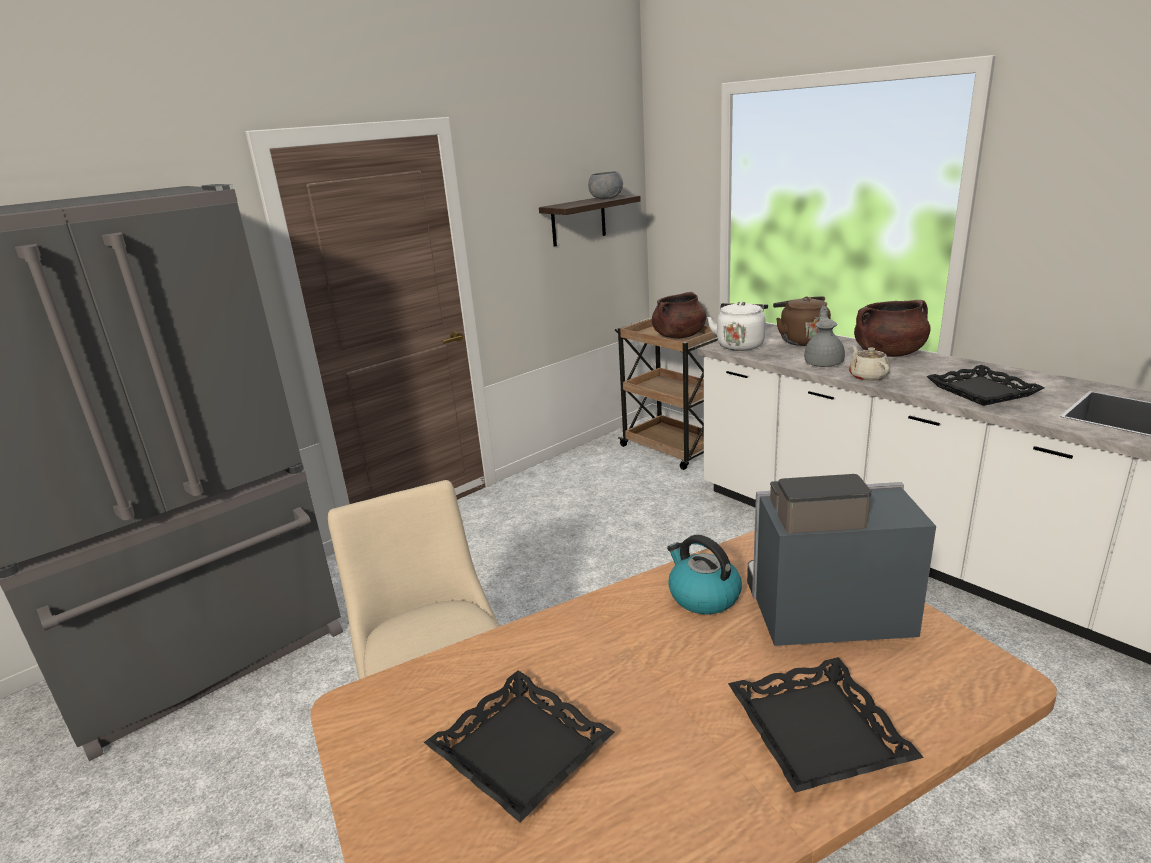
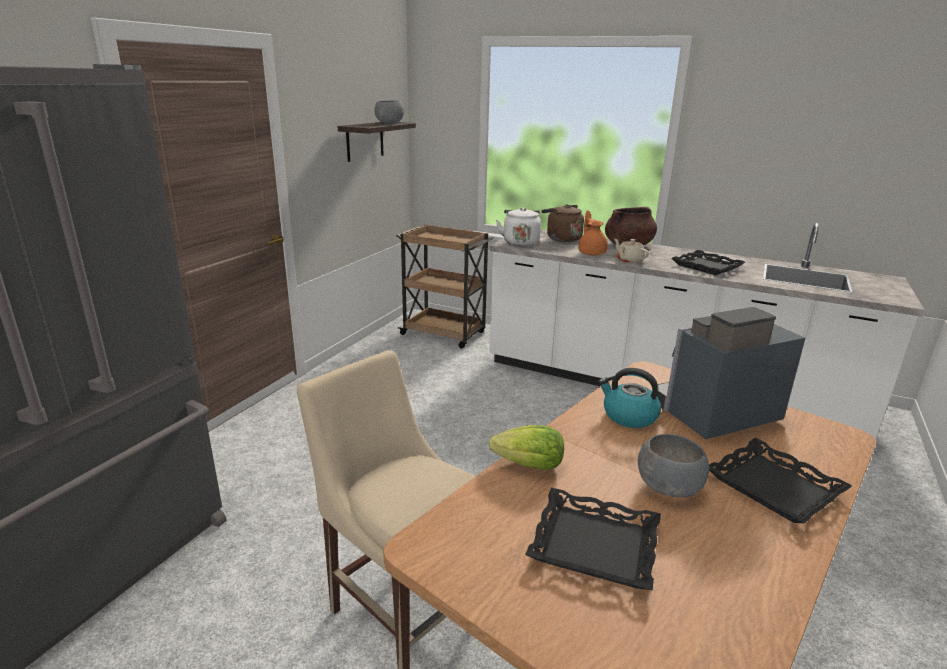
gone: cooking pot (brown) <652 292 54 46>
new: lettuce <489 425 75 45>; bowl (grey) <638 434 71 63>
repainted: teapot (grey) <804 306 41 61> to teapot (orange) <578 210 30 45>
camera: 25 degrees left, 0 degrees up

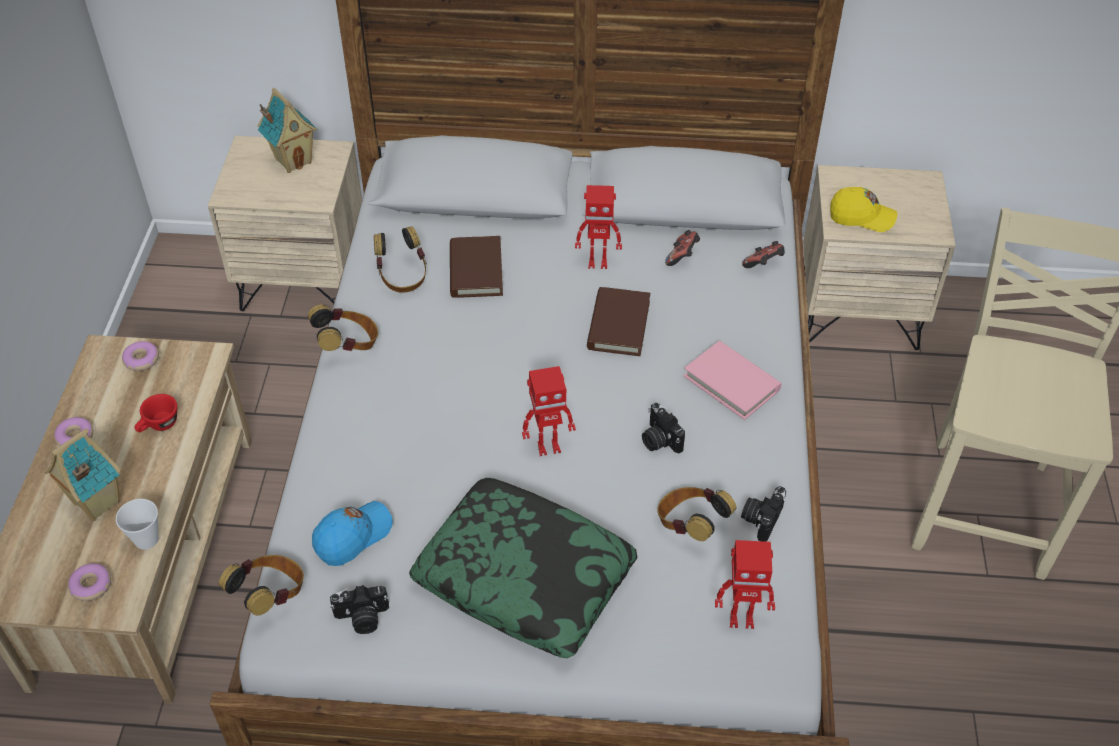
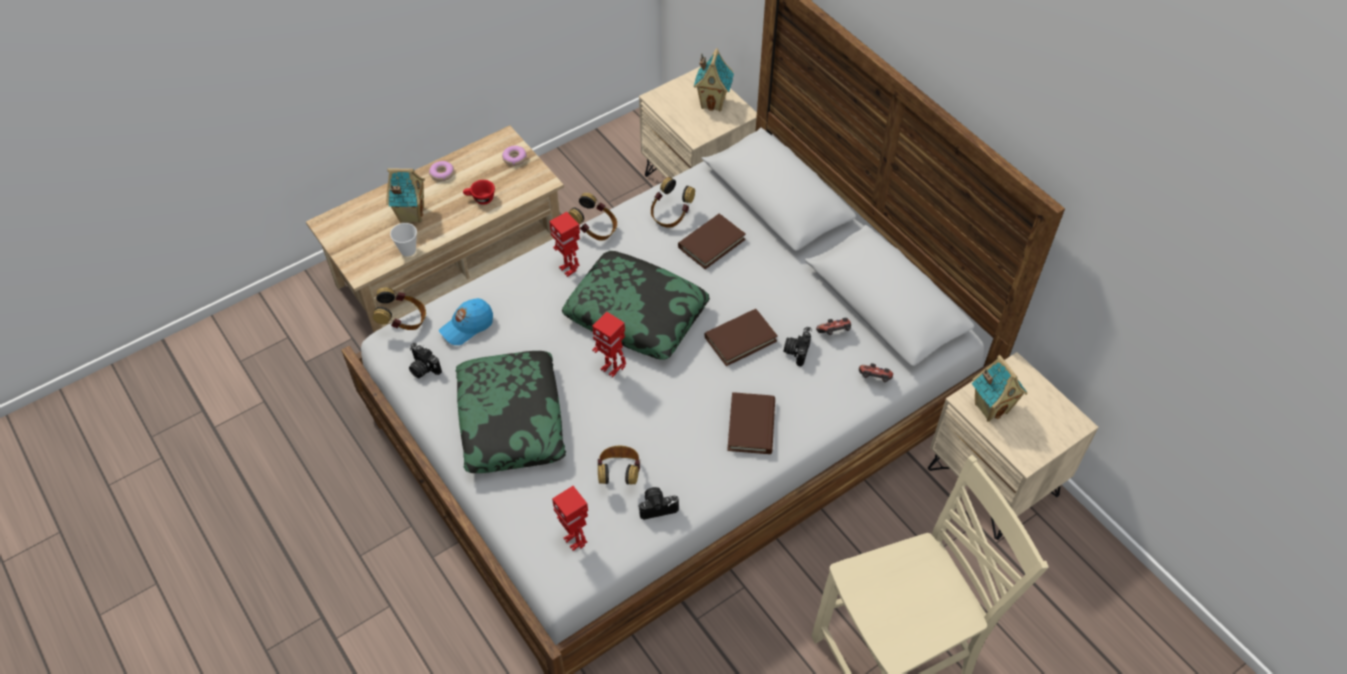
gone: donut <68 563 43 38>
new: pillow <562 251 148 109>
shifted: toy robot <575 185 47 84> to <549 212 31 65>; photo camera <642 403 43 50> to <783 327 29 40>
swapped: cap (yellow) <830 187 67 45> to toy house <971 355 57 67>
repainted: book (pink) <683 341 98 79> to book (brown) <727 392 48 62>
rotated: cap (blue) <312 501 81 65> = <439 298 54 47> 135 degrees clockwise
camera: 50 degrees right, 5 degrees up

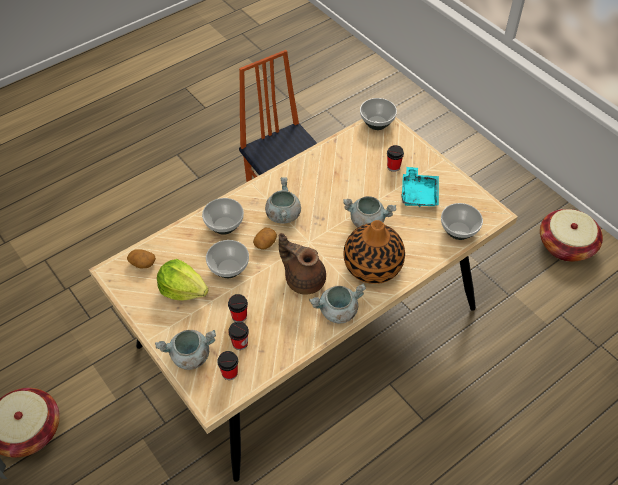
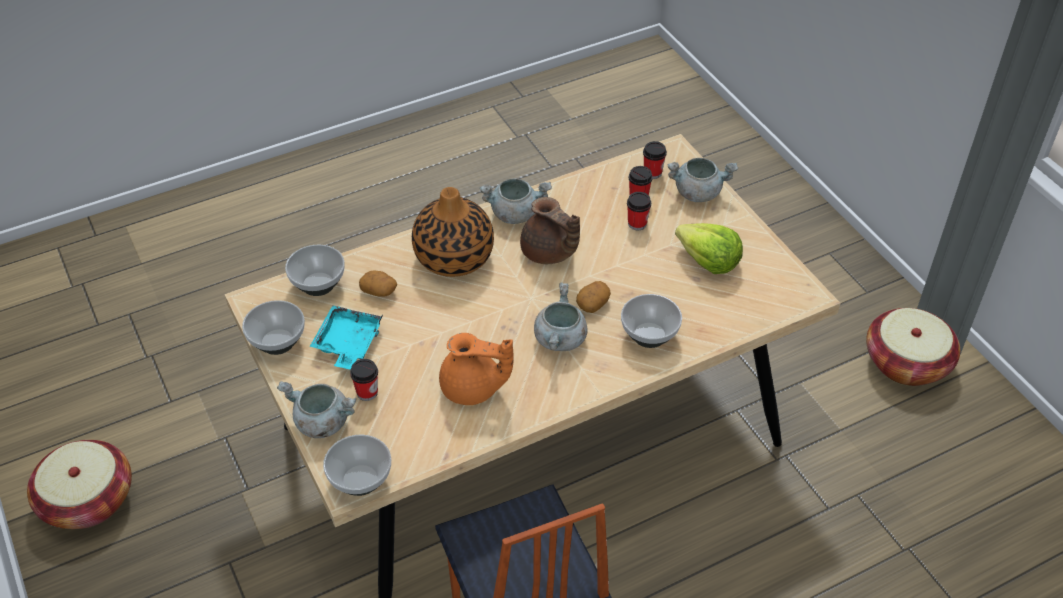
new: teapot (orange) <439 333 75 72>
shifted: bowl <206 240 43 38> to <242 300 63 55>; cooking pot (grey) <343 196 53 32> to <277 381 79 57>; potato <127 250 29 18> to <359 270 38 27>
camera: 170 degrees left, 5 degrees down

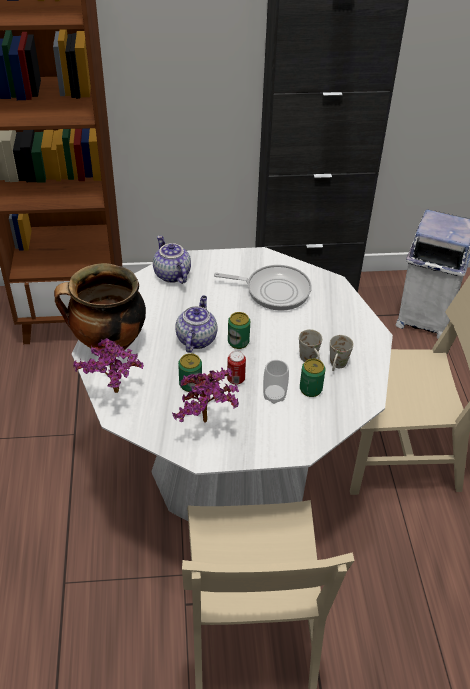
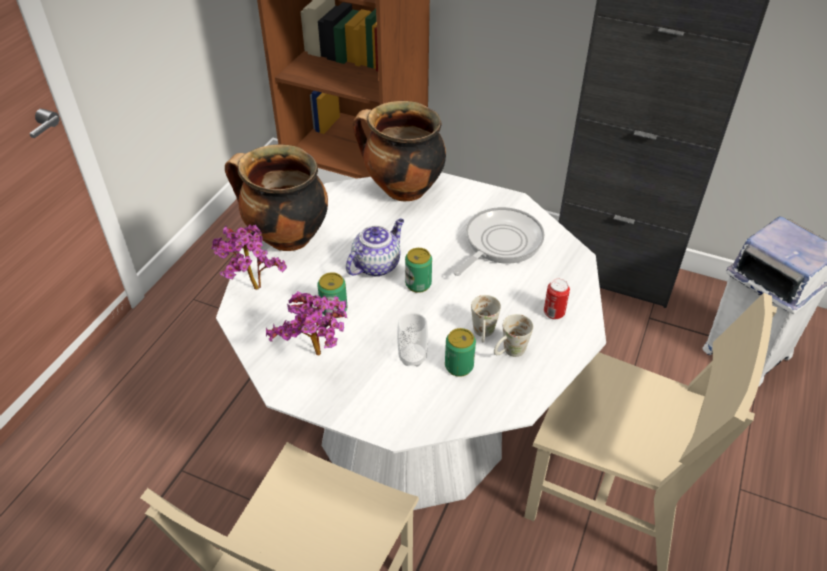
shifted: can <227 351 19 34> to <544 279 26 41>
swapped: teapot <153 235 38 49> to cooking pot <352 101 94 100>
rotated: frying pan <214 265 98 46> = <453 207 92 69> 90 degrees counterclockwise
camera: 30 degrees right, 0 degrees up

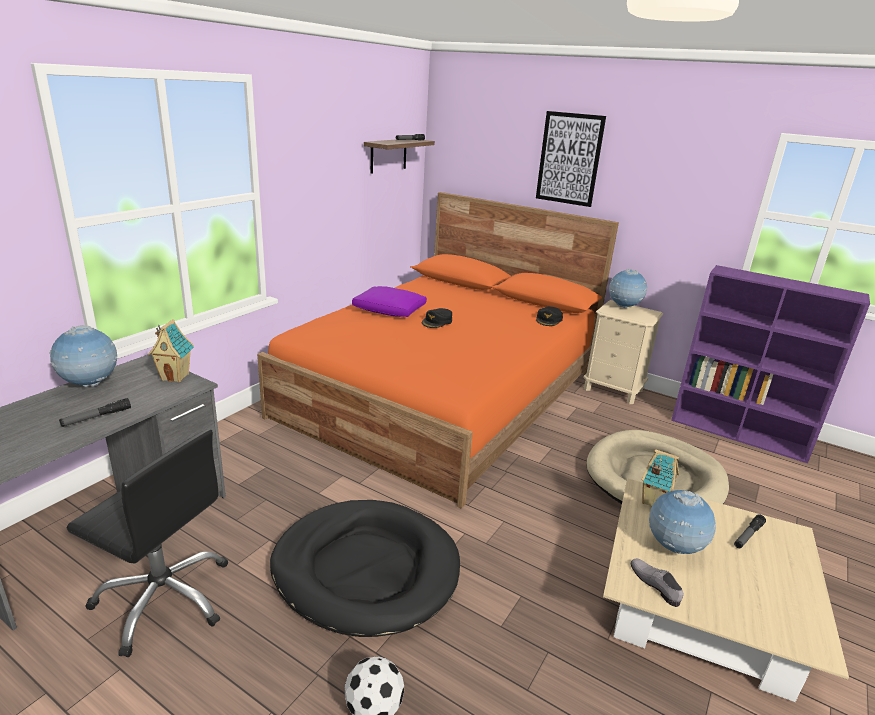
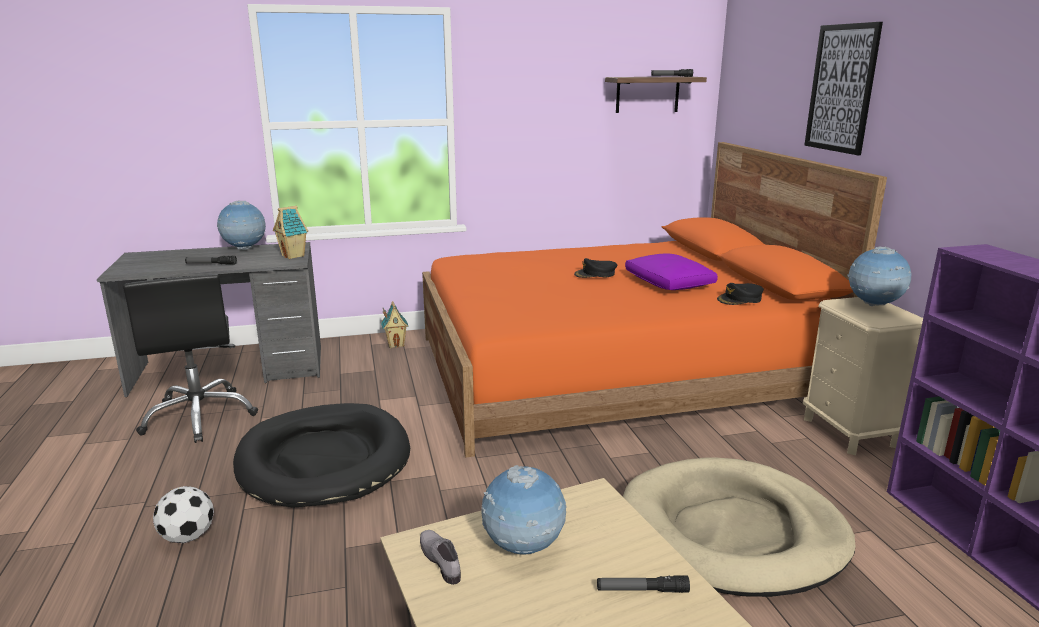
shifted: toy house <641 449 38 57> to <381 301 28 47>; pillow (purple) <352 286 75 31> to <625 253 93 37>
rotated: shoe (grey) <631 559 53 48> = <420 530 41 55> 45 degrees counterclockwise
camera: 45 degrees right, 5 degrees down

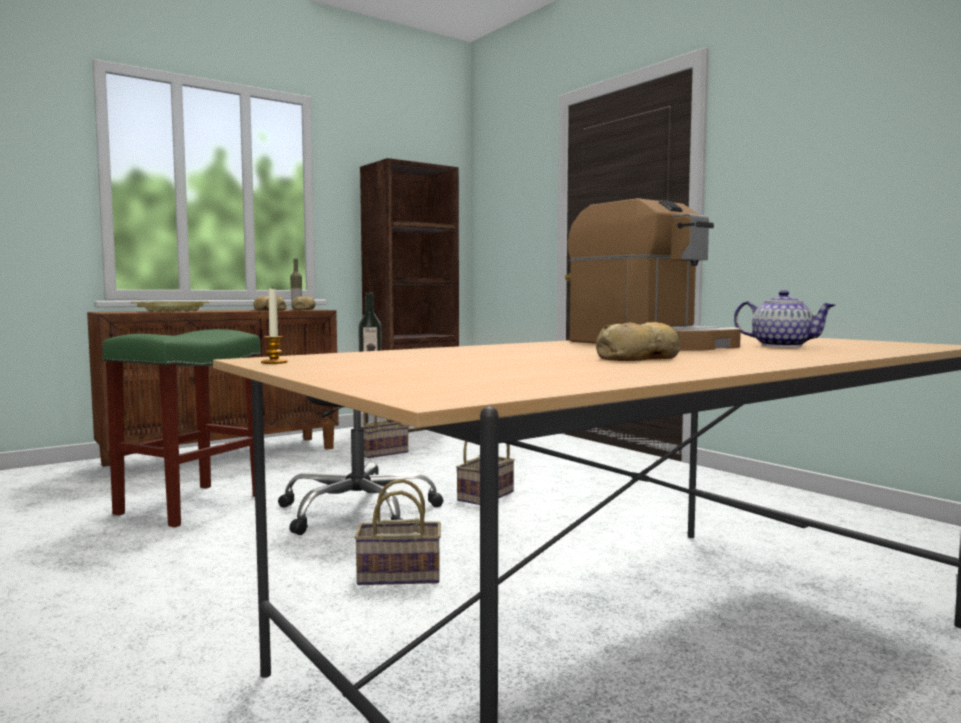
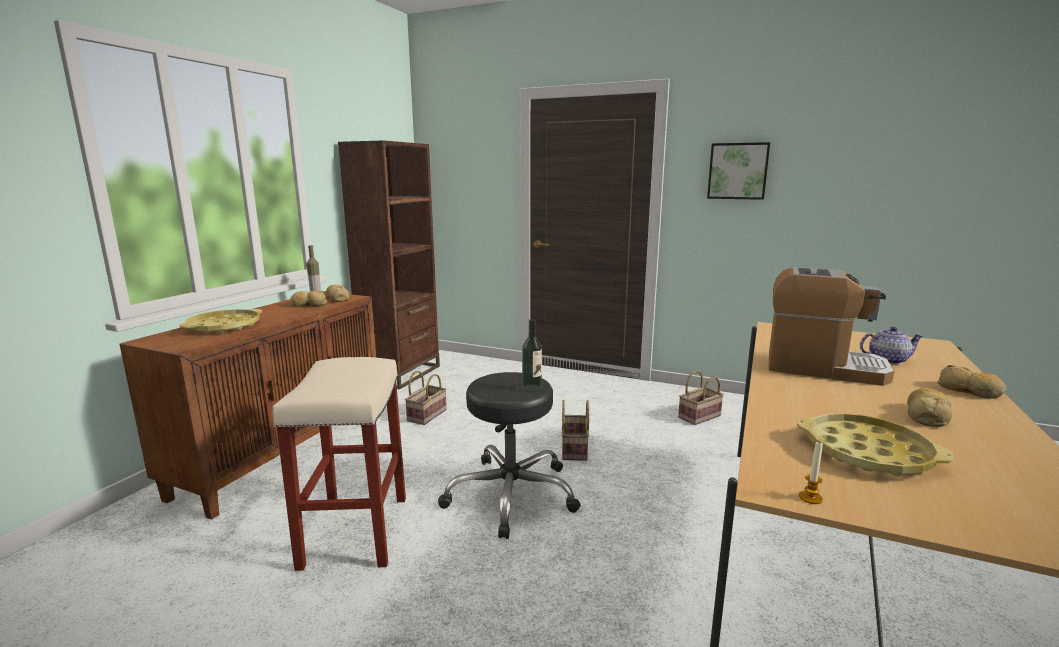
new: picture <707 142 63 58>; tray (yellow) <797 413 157 63>; bread <937 365 69 34>
shifted: basket <354 479 87 106> to <678 370 46 55>
repainted: stool (green) <102 329 159 199> to stool (beige) <272 357 134 214>
camera: 30 degrees left, 10 degrees up

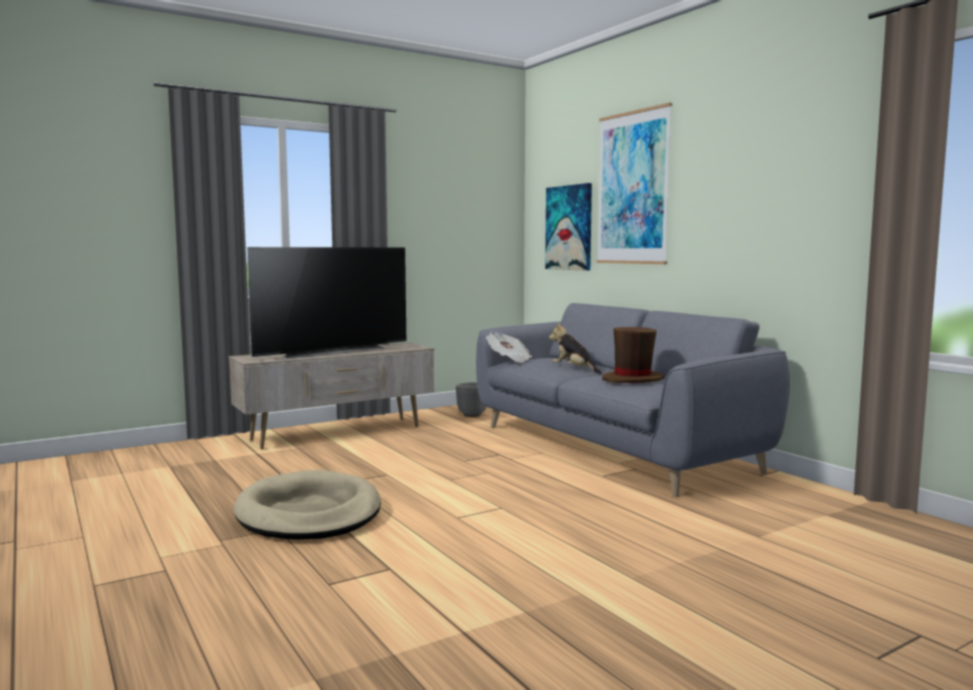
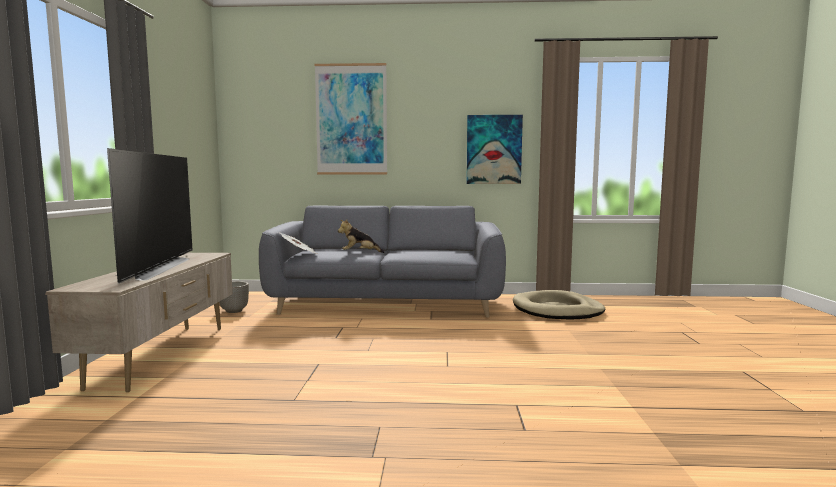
gone: hat (brown) <602 327 61 56>
shifted: picture <545 183 47 88> to <466 115 57 69>; dog bed (beige) <234 470 147 70> to <513 290 92 29>
camera: 55 degrees left, 0 degrees up

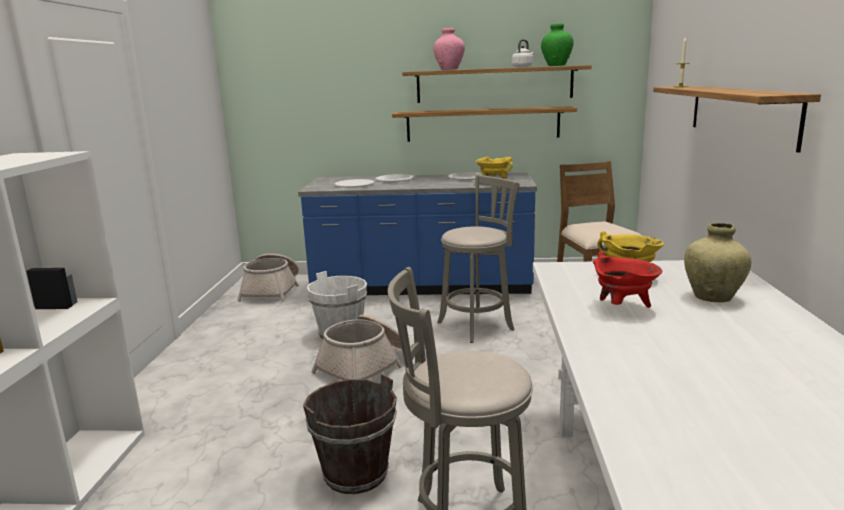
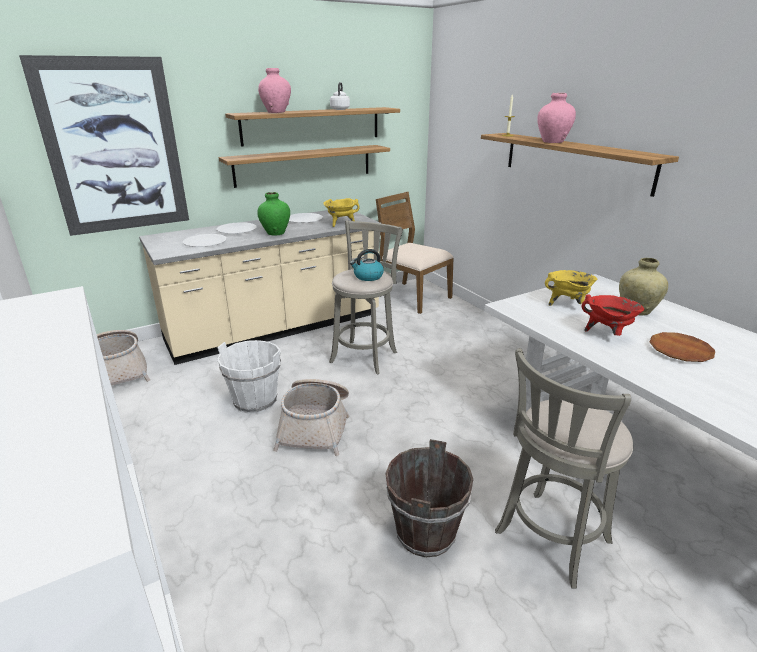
new: picture <19 55 170 181>; kettle <350 249 34 32>; vase (pink) <537 93 39 50>; plate (brown) <649 332 66 30>
shifted: vase (green) <541 24 33 42> to <257 192 33 43>
repainted: counter (blue) <298 172 239 123> to counter (beige) <139 210 243 155>
camera: 35 degrees left, 10 degrees up

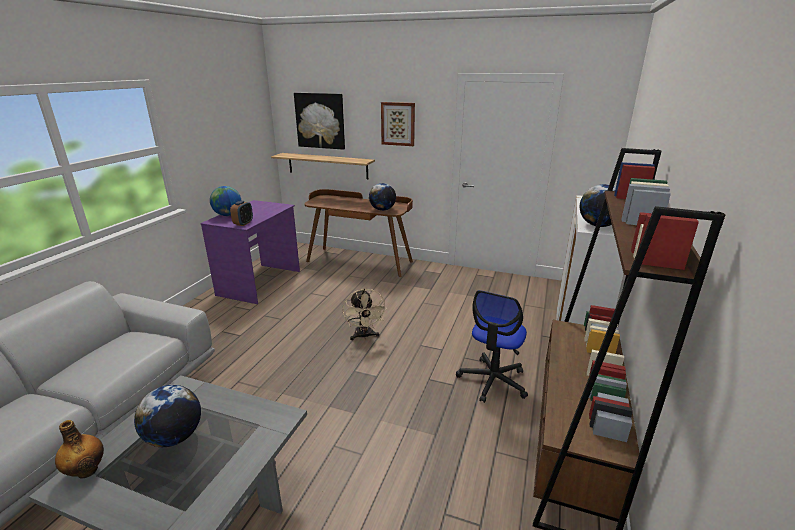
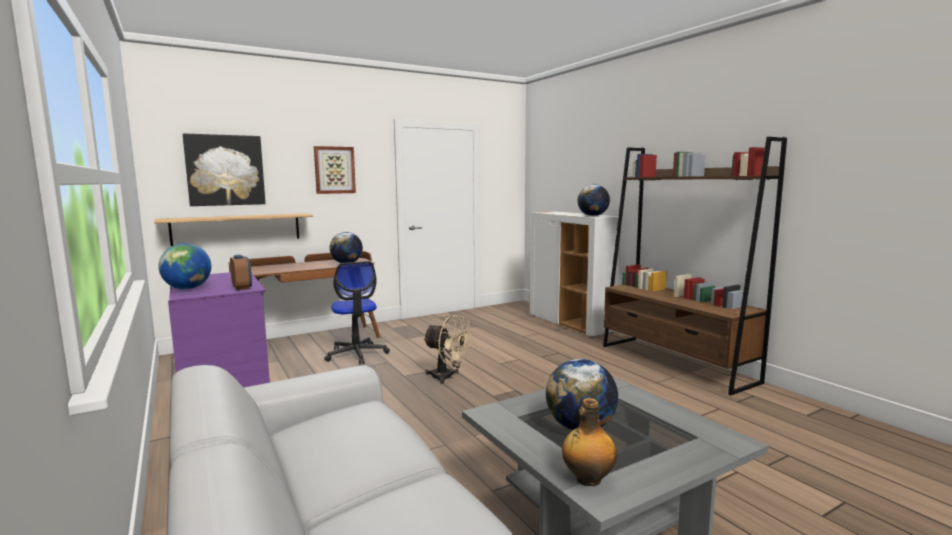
shifted: office chair <456 290 72 113> to <324 261 66 103>
camera: 50 degrees left, 15 degrees down

